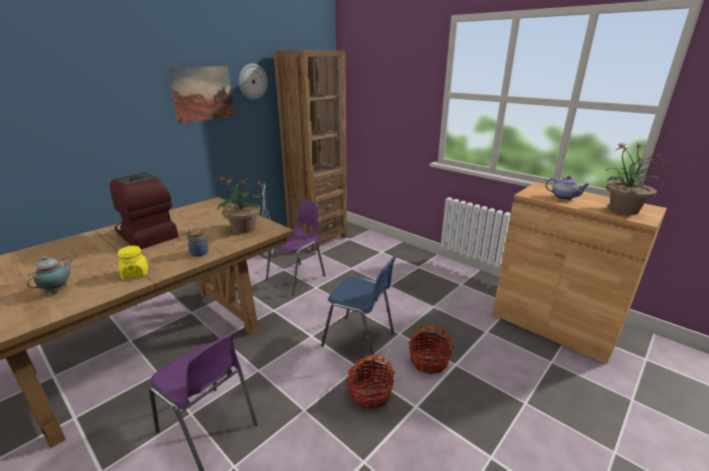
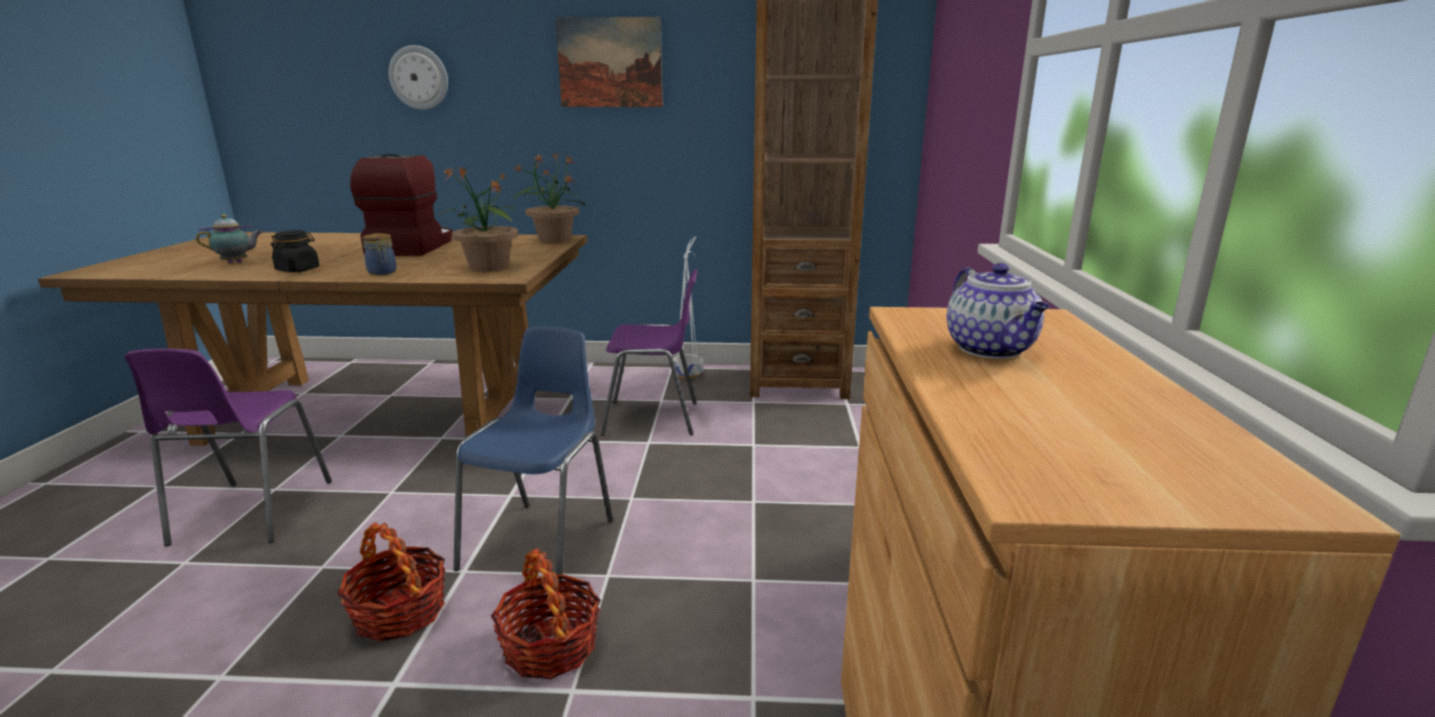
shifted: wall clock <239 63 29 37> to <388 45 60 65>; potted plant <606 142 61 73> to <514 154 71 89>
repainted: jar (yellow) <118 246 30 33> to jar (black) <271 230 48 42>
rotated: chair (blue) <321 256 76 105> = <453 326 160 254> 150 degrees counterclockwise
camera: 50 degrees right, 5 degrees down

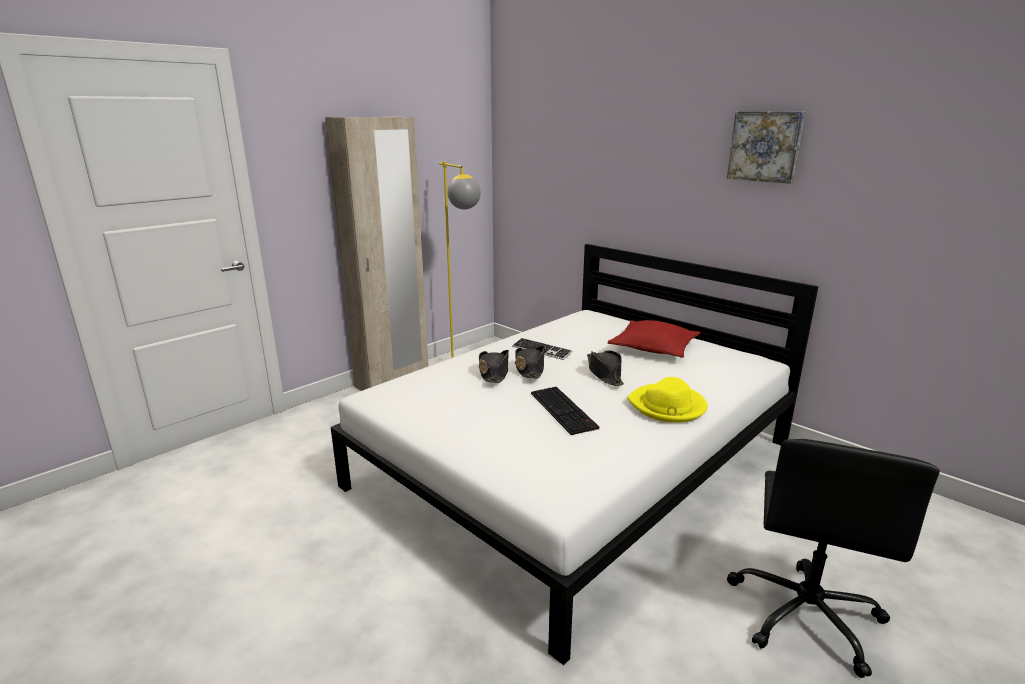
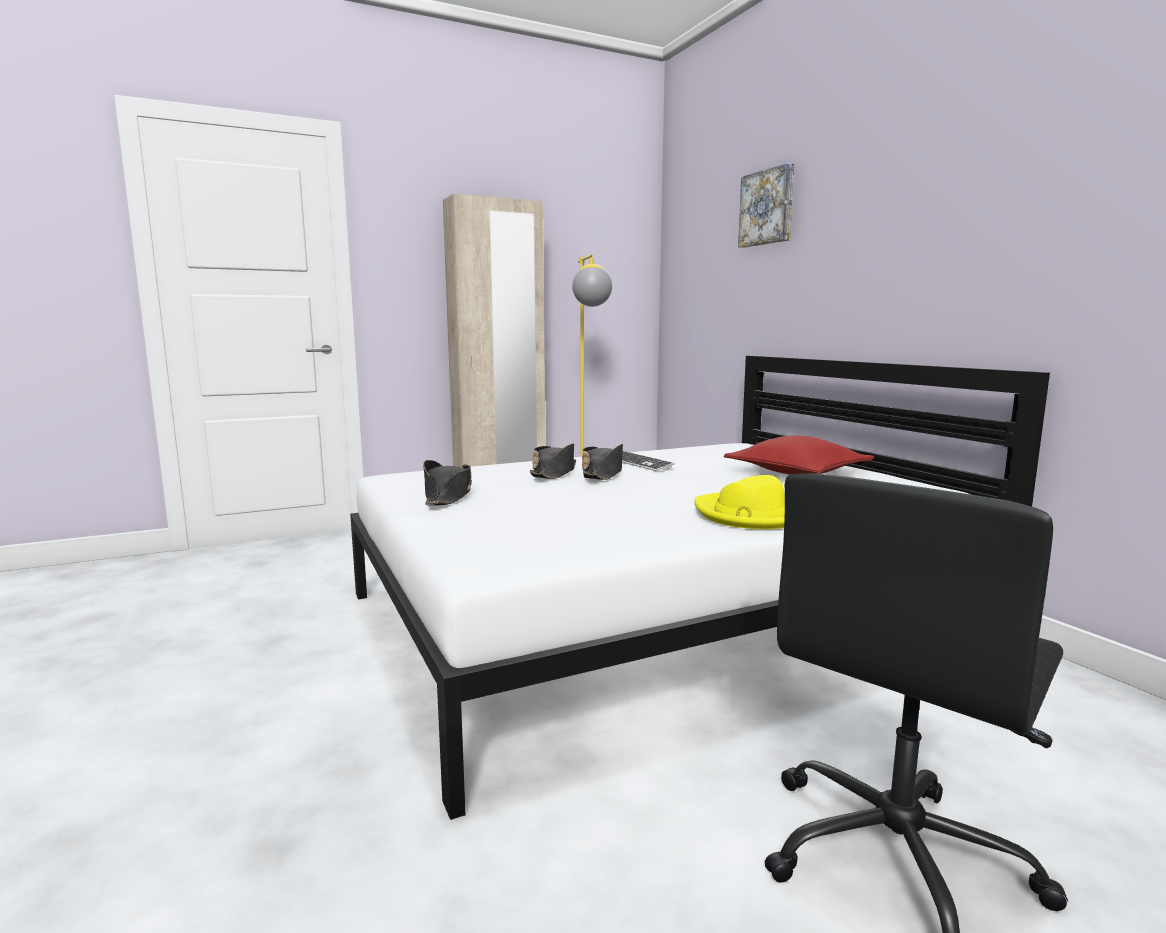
gone: keyboard <531 387 68 48>
shifted: hat (black) <587 350 37 36> to <423 460 49 46>; picture <727 111 78 73> to <738 163 56 85>
camera: 20 degrees right, 10 degrees down

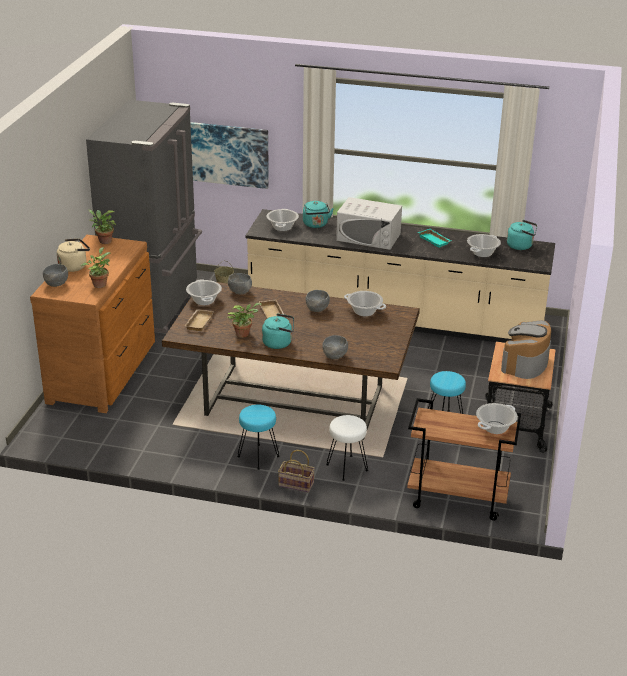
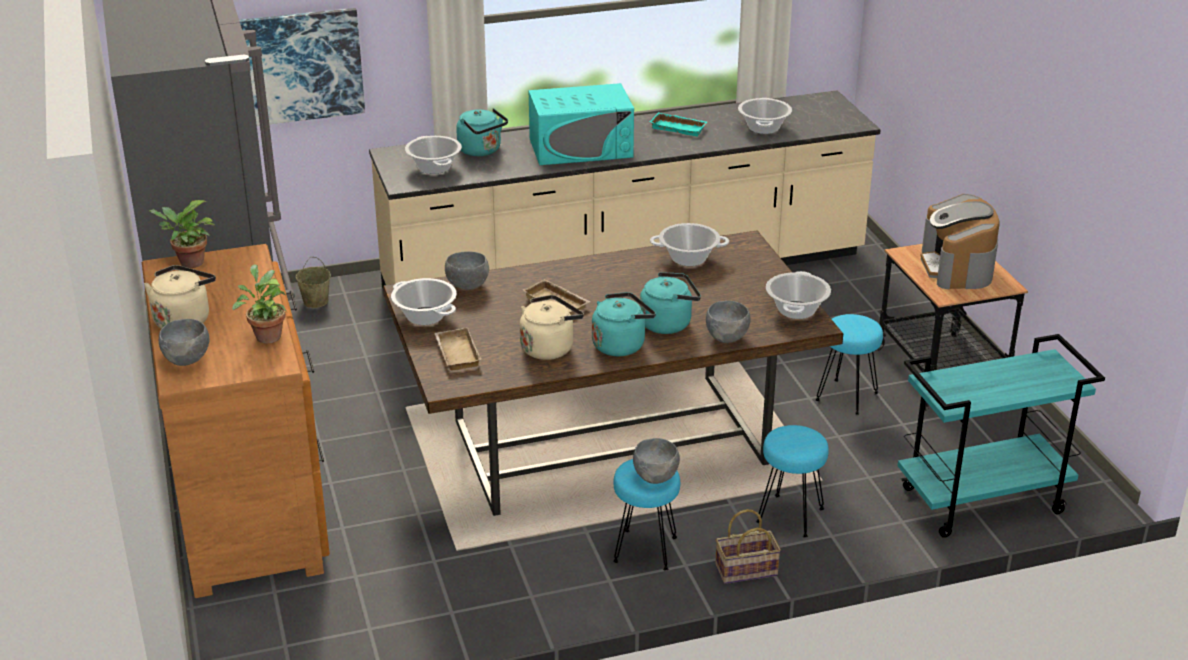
shifted: bowl (grey) <306 290 24 22> to <633 438 47 46>; kettle (turquoise) <507 220 30 30> to <640 272 61 62>; cooking pot <476 403 42 31> to <766 271 65 48>
swapped: potted plant <228 303 34 35> to kettle (beige) <520 295 64 65>
repainted: microwave (white) <336 197 66 53> to microwave (turquoise) <529 83 105 82>; stool (white) <326 415 42 66> to stool (turquoise) <756 425 73 113>; cart (brown) <407 398 114 123> to cart (turquoise) <897 334 208 204>
camera: 30 degrees left, 0 degrees up

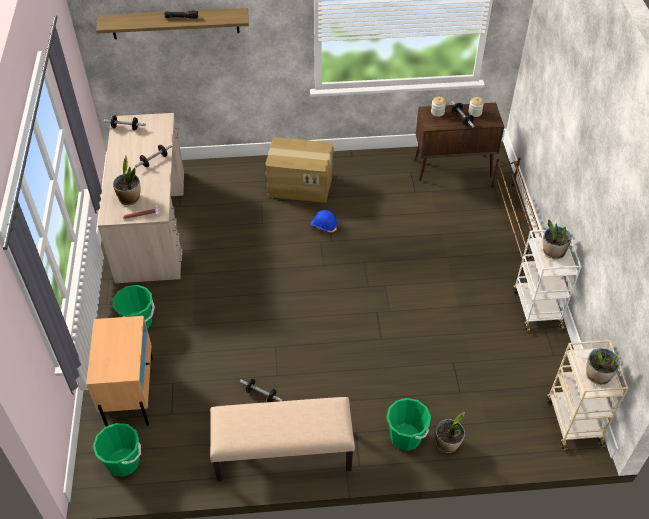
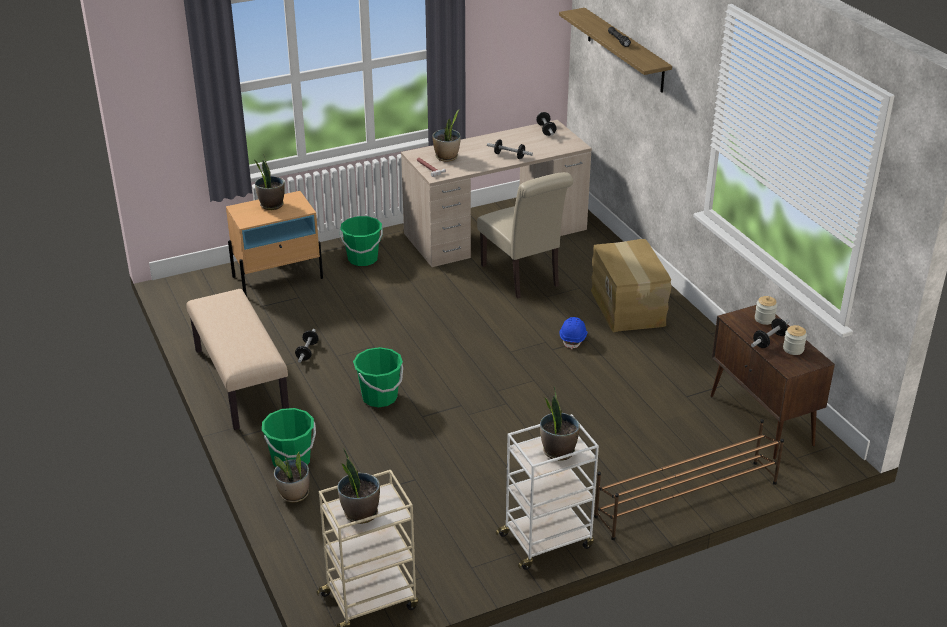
new: potted plant <255 155 30 55>; chair (beige) <477 172 96 126>
shifted: bucket (green) <93 423 48 54> to <353 347 50 60>
camera: 70 degrees right, 15 degrees down

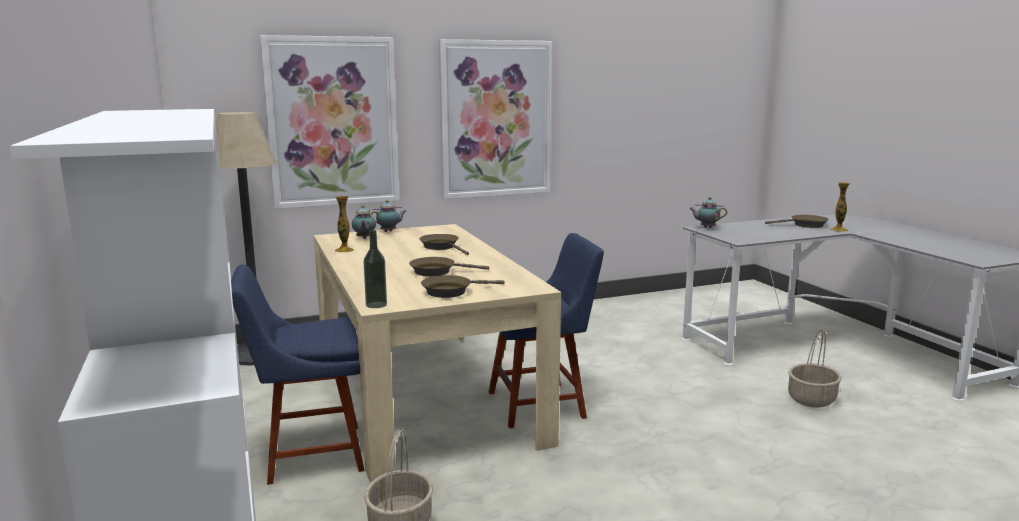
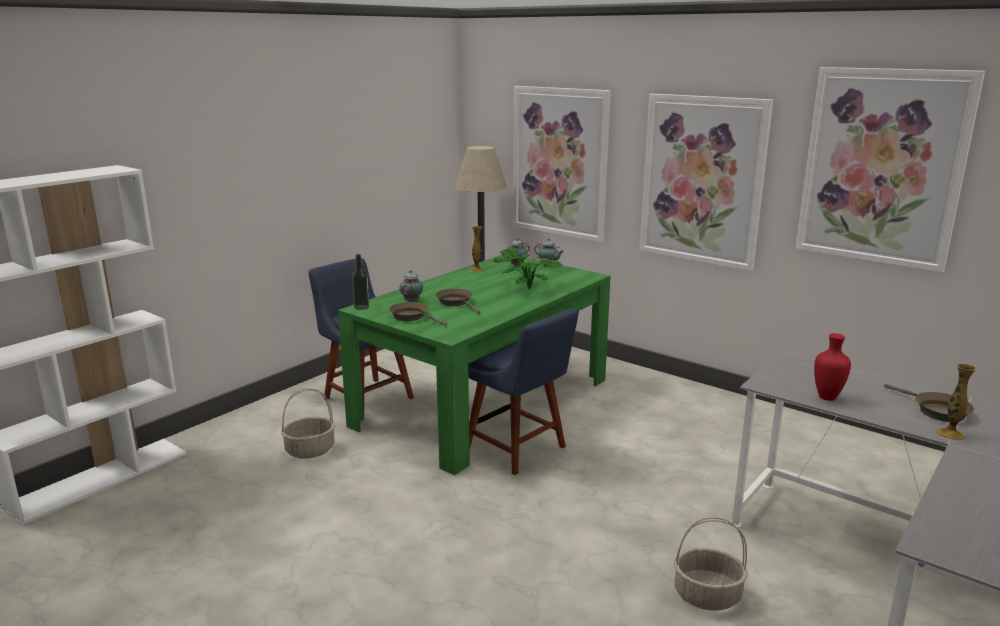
new: picture <795 67 190 205>; vase (red) <814 333 37 68>
shifted: teapot <689 197 38 31> to <399 270 24 32>
swapped: frying pan (brown) <419 234 50 21> to potted plant <493 246 70 44>
repainted: dining table (beige) <314 224 247 259> to dining table (green) <338 255 273 220>
camera: 60 degrees right, 5 degrees up

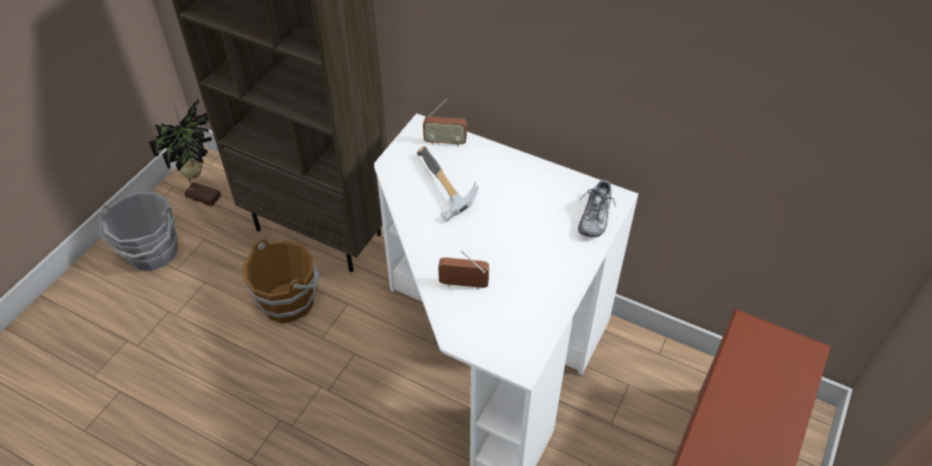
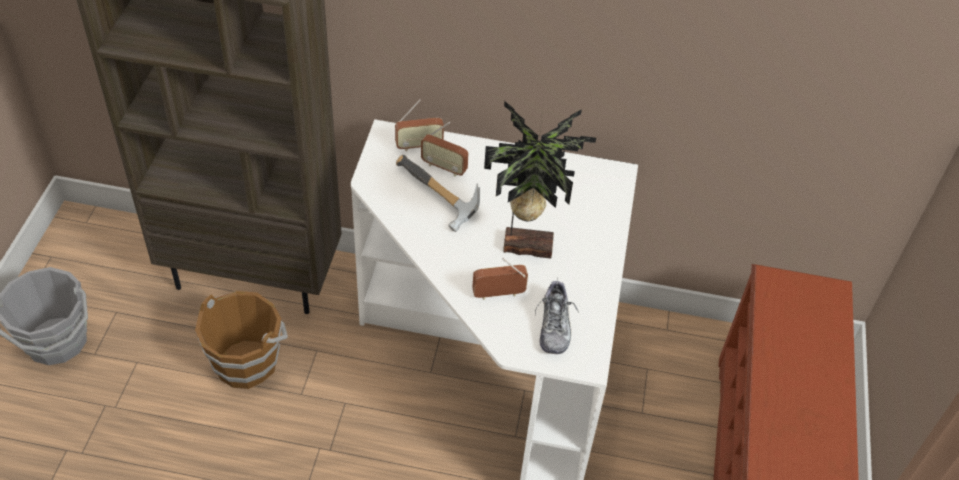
new: radio <421 122 47 55>
shifted: potted plant <149 98 72 109> to <484 100 112 158>; shoe <578 177 38 61> to <535 280 44 74>
camera: 20 degrees left, 0 degrees up

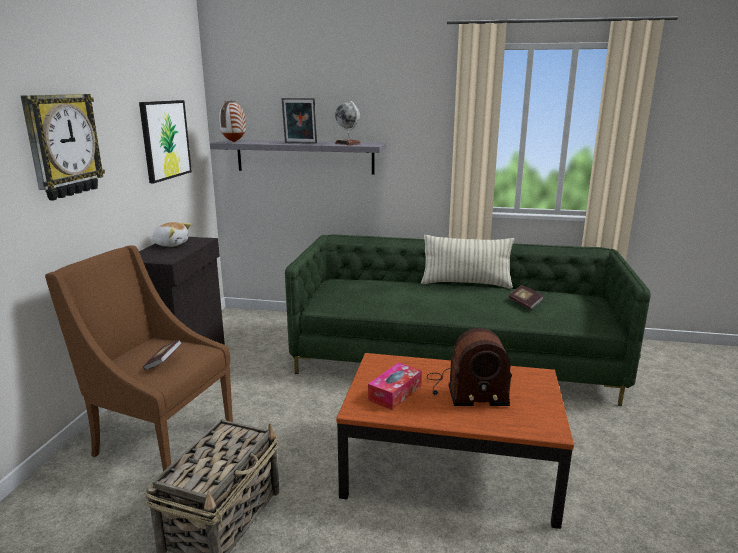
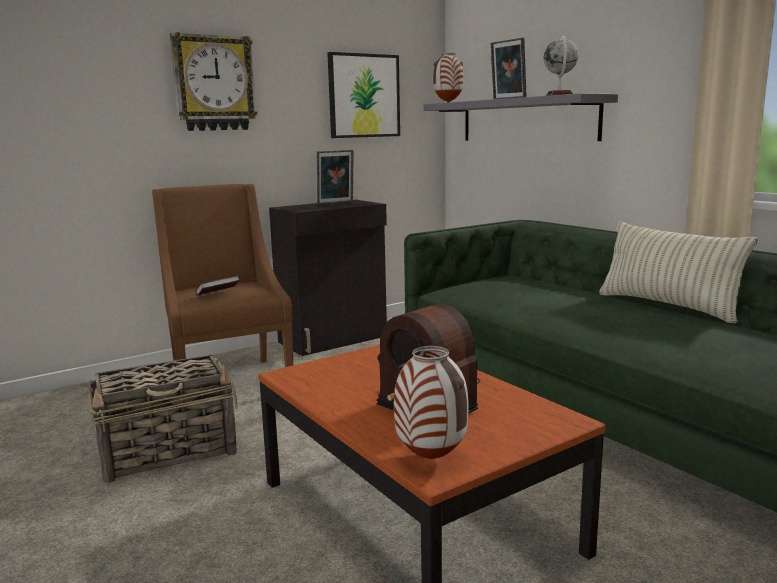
gone: tissue box <368 363 54 47>; book <508 285 36 24>
new: vase <394 346 75 113>
swapped: plush toy <152 222 39 25> to picture frame <316 150 38 55>
camera: 45 degrees right, 5 degrees down

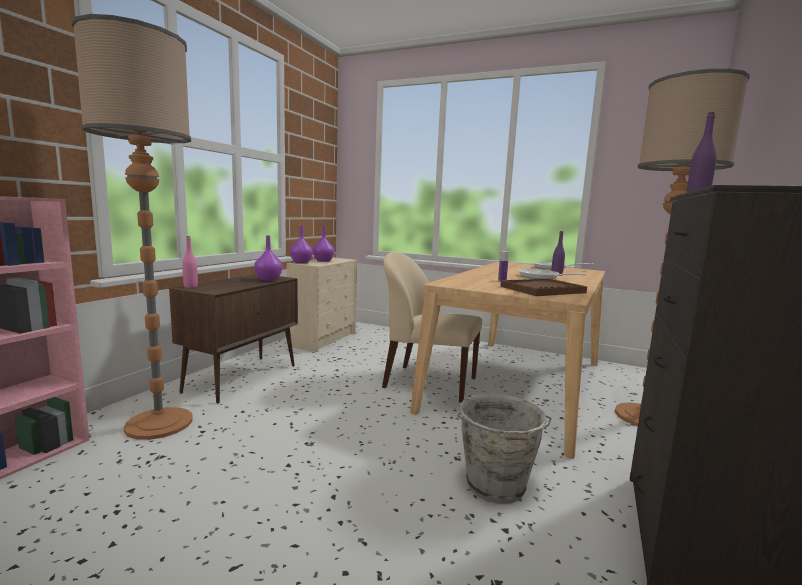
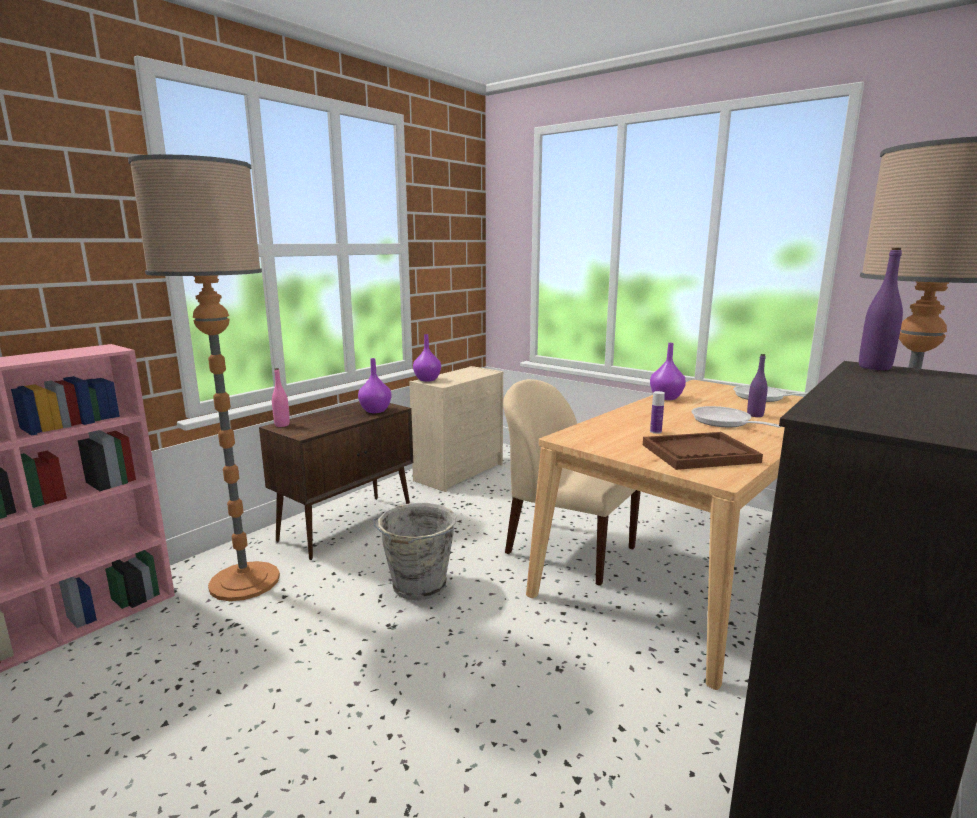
shifted: bucket (grey) <457 393 95 111> to <373 503 83 97>; vase (purple) <313 226 21 36> to <650 343 36 57>
camera: 15 degrees right, 5 degrees up

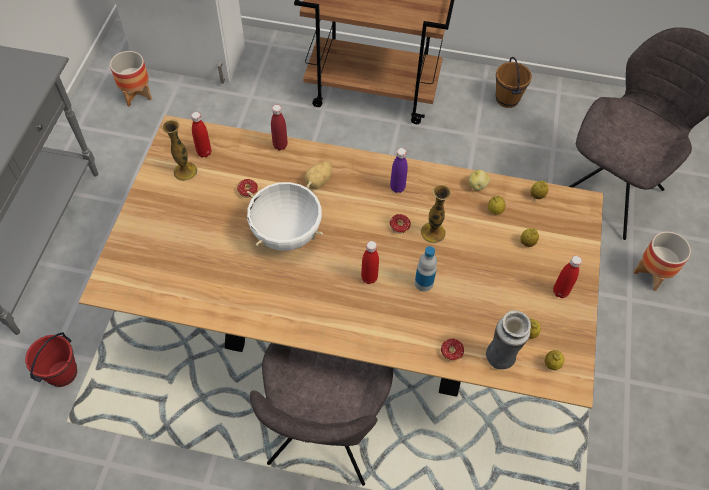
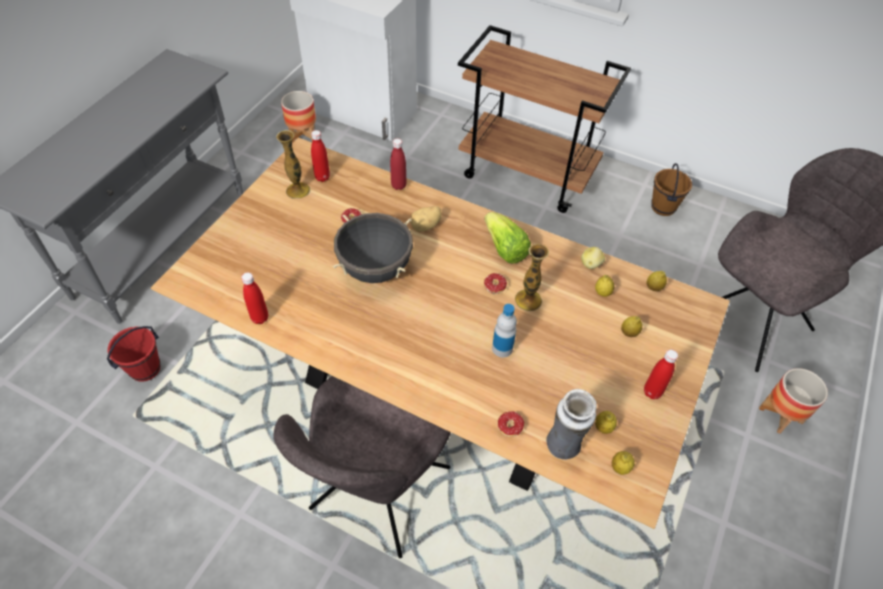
shifted: bottle (red) <361 241 18 43> to <241 272 27 52>
swapped: bottle (purple) <390 148 18 45> to lettuce <484 212 47 52>
repainted: cooking pot (white) <247 181 76 70> to cooking pot (black) <333 213 80 70>
camera: 15 degrees right, 5 degrees down

